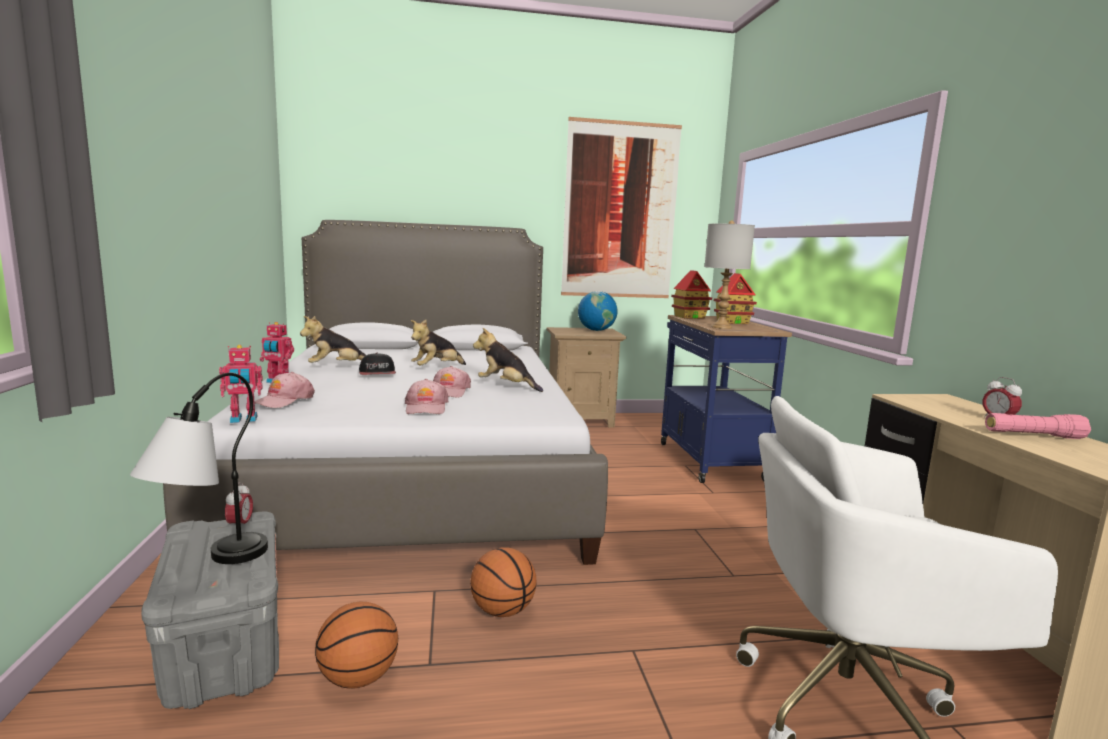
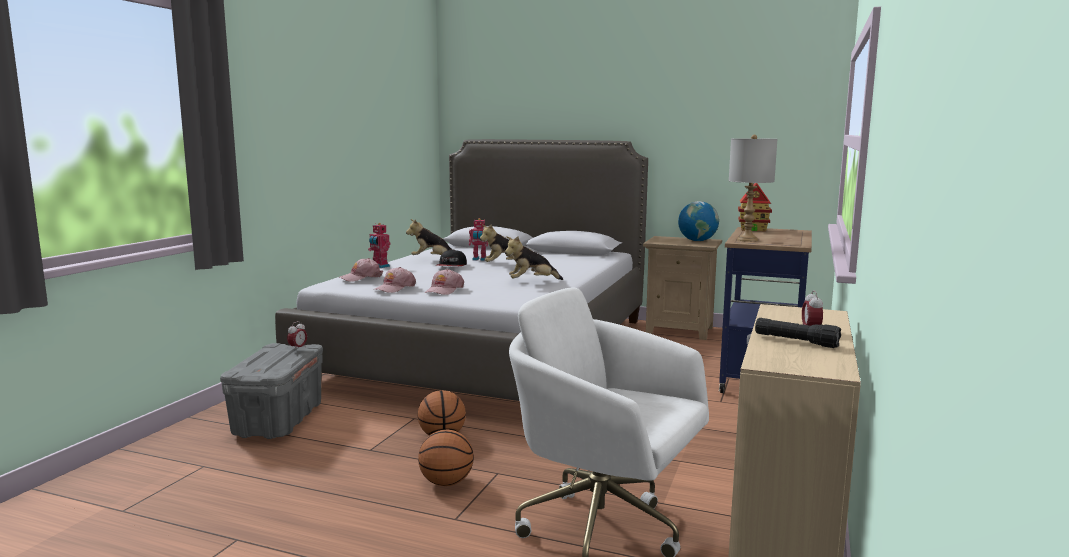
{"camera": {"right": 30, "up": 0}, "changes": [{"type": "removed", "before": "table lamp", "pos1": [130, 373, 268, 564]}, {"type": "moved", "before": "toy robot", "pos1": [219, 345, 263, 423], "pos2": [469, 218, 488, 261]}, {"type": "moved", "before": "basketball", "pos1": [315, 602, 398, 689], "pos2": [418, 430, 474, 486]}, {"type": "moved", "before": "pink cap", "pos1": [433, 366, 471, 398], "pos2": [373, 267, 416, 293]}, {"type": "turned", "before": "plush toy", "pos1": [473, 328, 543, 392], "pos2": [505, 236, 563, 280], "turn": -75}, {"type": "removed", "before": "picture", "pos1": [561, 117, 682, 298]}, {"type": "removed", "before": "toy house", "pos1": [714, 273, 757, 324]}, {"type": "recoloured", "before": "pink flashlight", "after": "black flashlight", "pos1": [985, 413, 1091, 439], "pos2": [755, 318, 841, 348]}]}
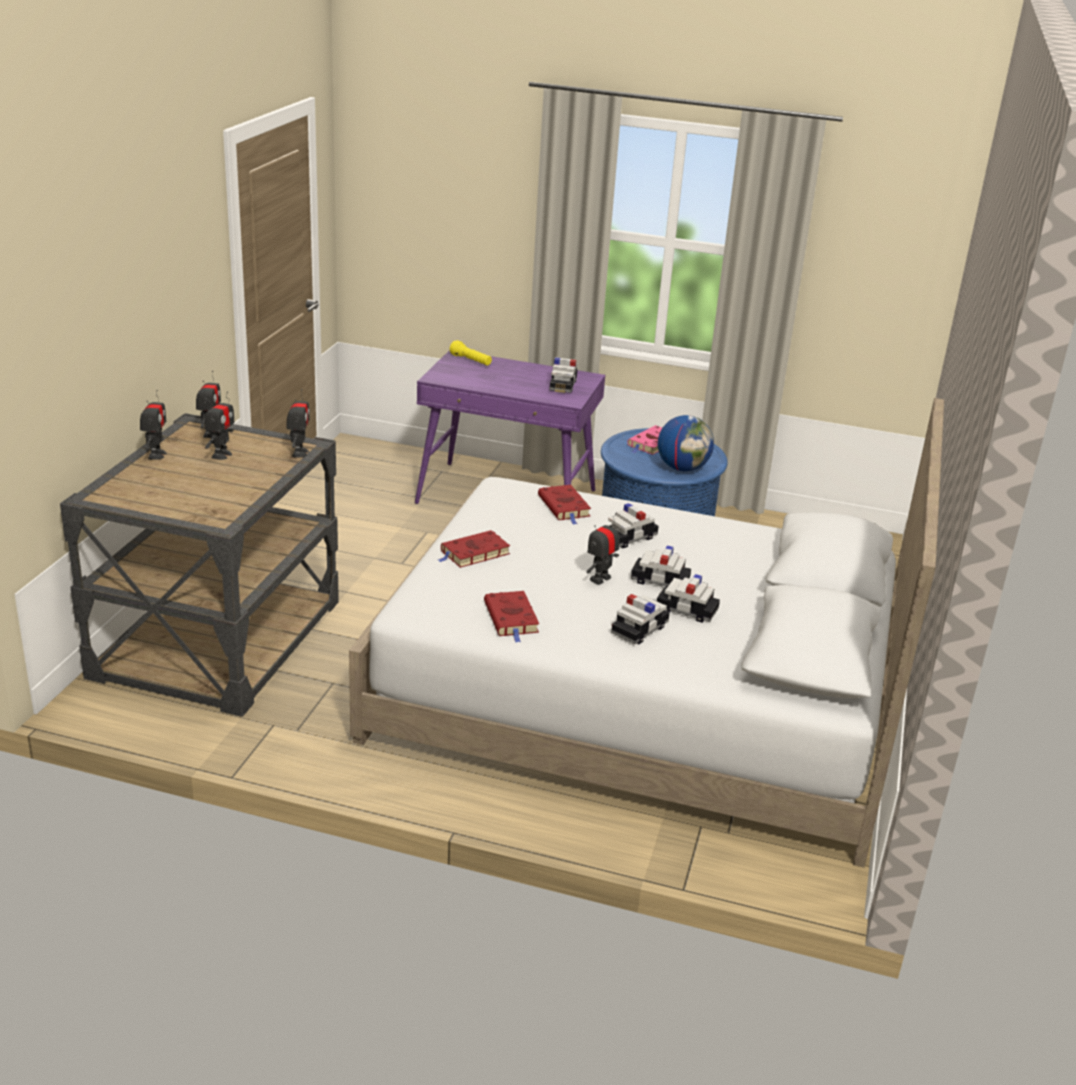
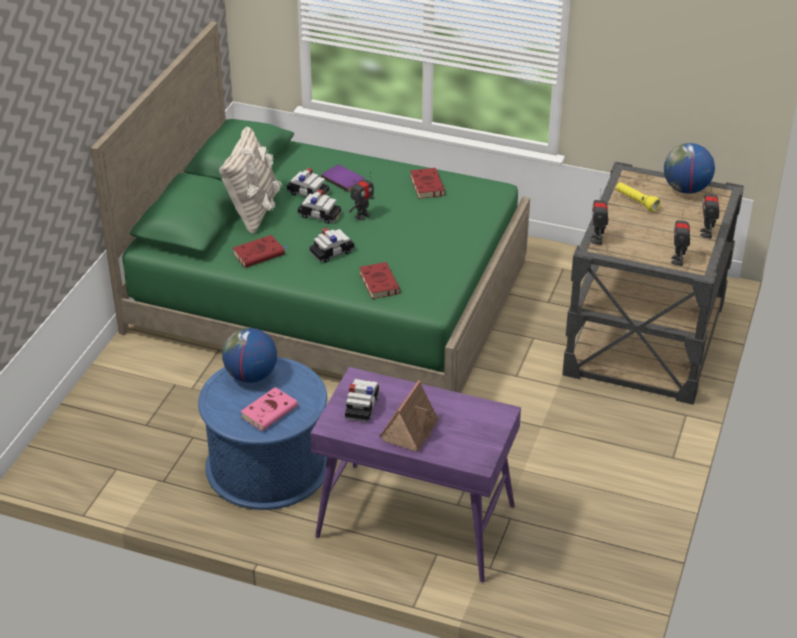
{"camera": {"right": -175, "up": 10}, "changes": [{"type": "removed", "before": "toy robot", "pos1": [204, 391, 234, 460]}, {"type": "recoloured", "before": "white bed", "after": "green bed", "pos1": [349, 398, 944, 867], "pos2": [91, 21, 530, 393]}, {"type": "moved", "before": "red book", "pos1": [439, 530, 510, 568], "pos2": [233, 235, 288, 268]}, {"type": "moved", "before": "yellow flashlight", "pos1": [450, 340, 492, 366], "pos2": [616, 182, 660, 212]}, {"type": "replaced", "before": "toy car", "after": "purple book", "pos1": [611, 594, 670, 644], "pos2": [321, 165, 365, 192]}, {"type": "added", "after": "beige pillow", "pos2": [219, 127, 282, 234]}, {"type": "added", "after": "toy house", "pos2": [379, 380, 439, 452]}, {"type": "added", "after": "globe", "pos2": [664, 143, 715, 194]}]}
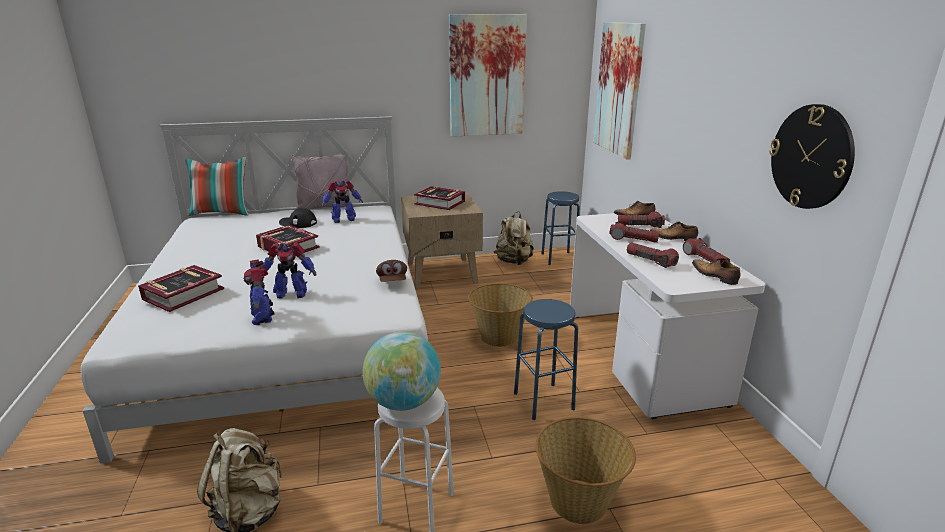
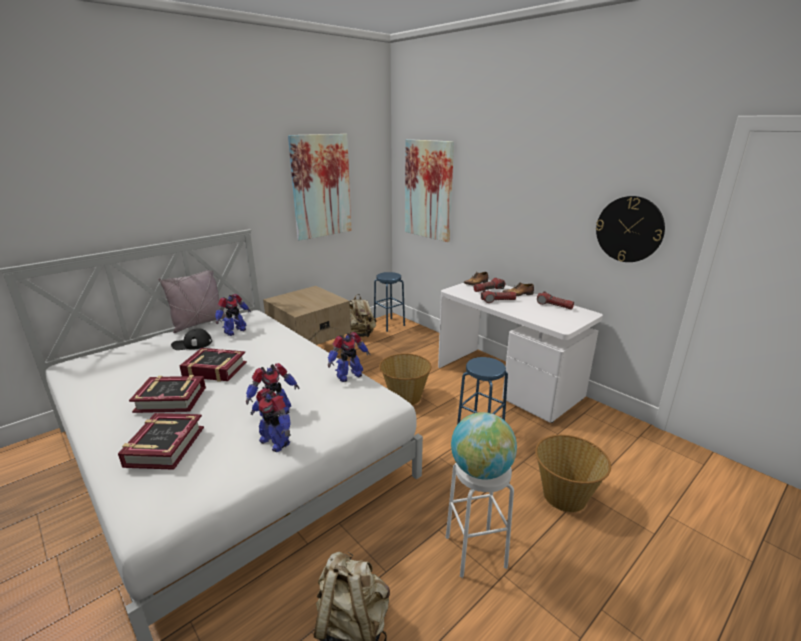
{"camera": {"right": -30, "up": 0}, "changes": [{"type": "removed", "before": "pillow", "pos1": [185, 157, 249, 216]}, {"type": "replaced", "before": "brown cap", "after": "toy robot", "pos1": [376, 260, 407, 282], "pos2": [328, 332, 370, 382]}, {"type": "moved", "before": "book", "pos1": [414, 186, 465, 210], "pos2": [129, 375, 206, 413]}, {"type": "removed", "before": "flashlight", "pos1": [627, 242, 679, 268]}, {"type": "removed", "before": "shoe", "pos1": [692, 258, 740, 285]}]}
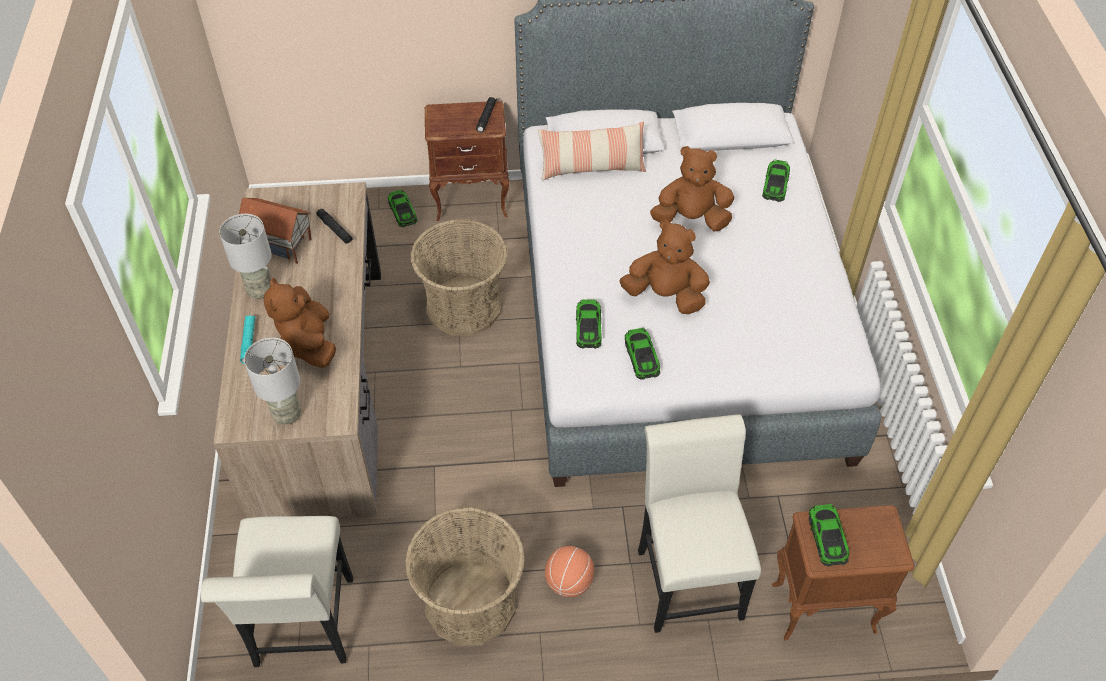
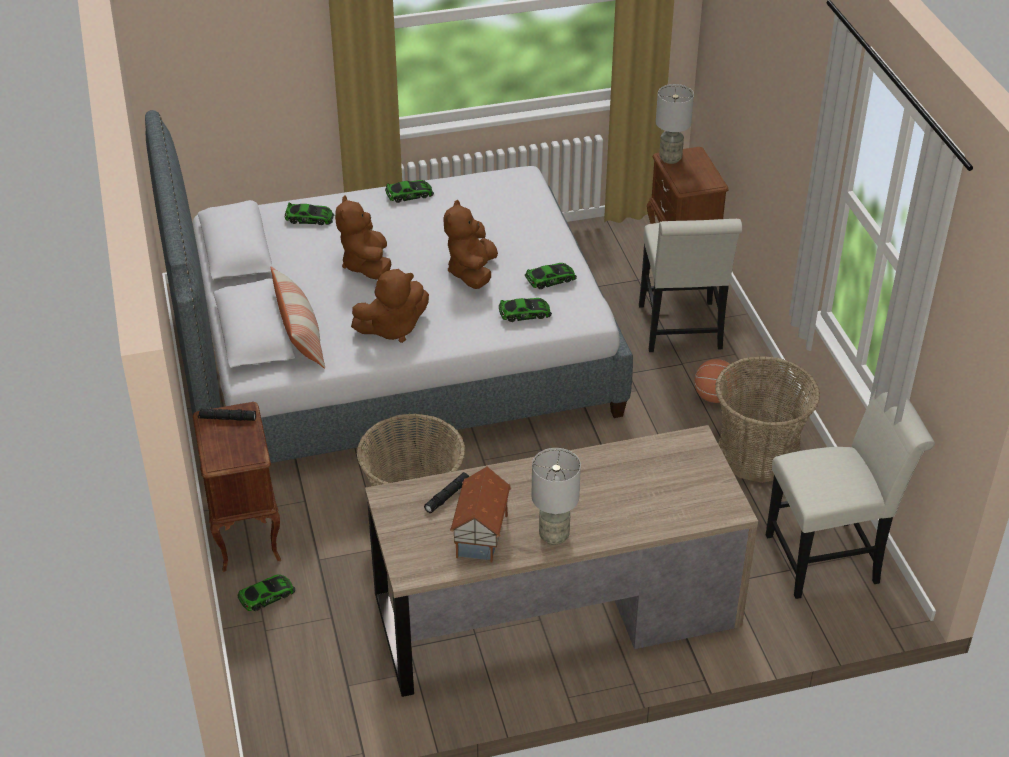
{"camera": {"right": -100, "up": -10}, "changes": [{"type": "removed", "before": "turquoise flashlight", "pos1": [240, 315, 255, 364]}, {"type": "moved", "before": "grey table lamp", "pos1": [244, 338, 301, 425], "pos2": [656, 84, 694, 164]}, {"type": "moved", "before": "brown plush toy", "pos1": [264, 278, 336, 368], "pos2": [351, 269, 429, 343]}, {"type": "turned", "before": "white chair", "pos1": [638, 414, 761, 633], "pos2": [639, 219, 742, 352], "turn": -75}, {"type": "moved", "before": "toy car", "pos1": [809, 504, 849, 567], "pos2": [385, 180, 434, 203]}]}
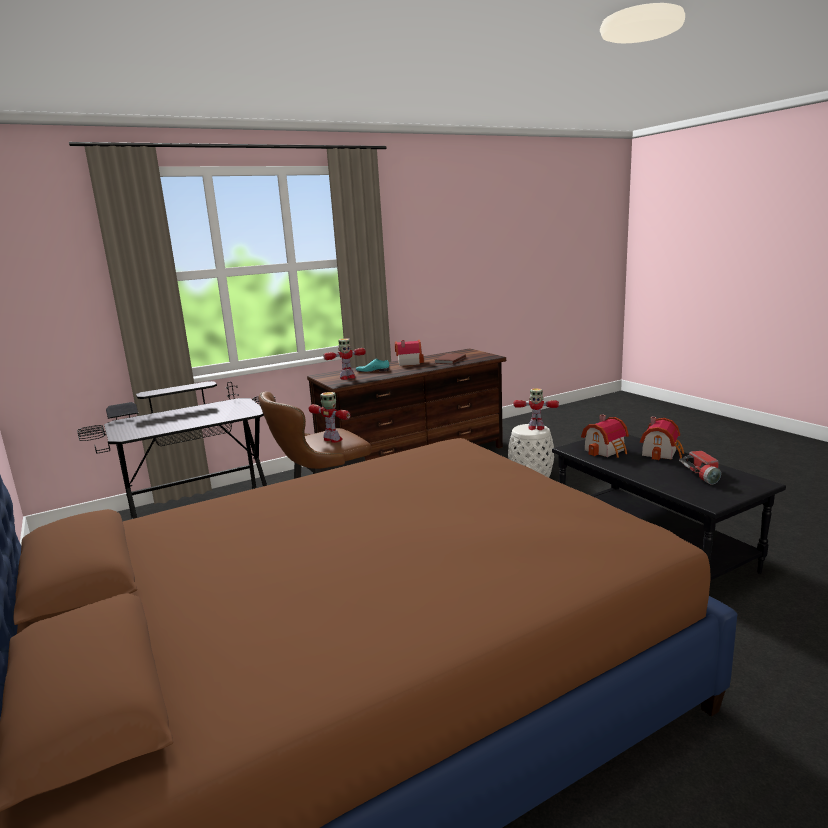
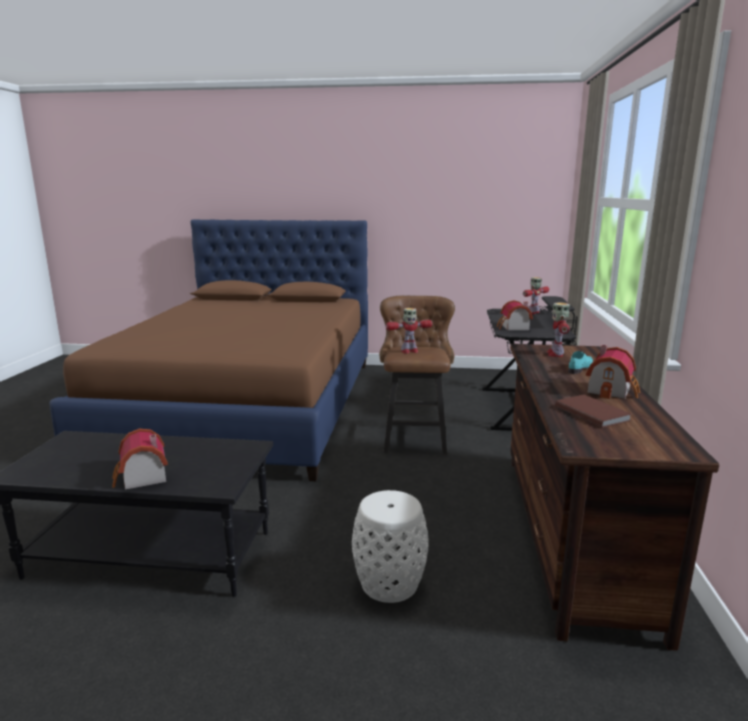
{"camera": {"right": 125, "up": 0}, "changes": [{"type": "moved", "before": "toy robot", "pos1": [514, 388, 559, 430], "pos2": [523, 277, 549, 314]}, {"type": "moved", "before": "toy house", "pos1": [581, 414, 629, 458], "pos2": [497, 300, 533, 330]}, {"type": "removed", "before": "flashlight", "pos1": [679, 451, 721, 484]}]}
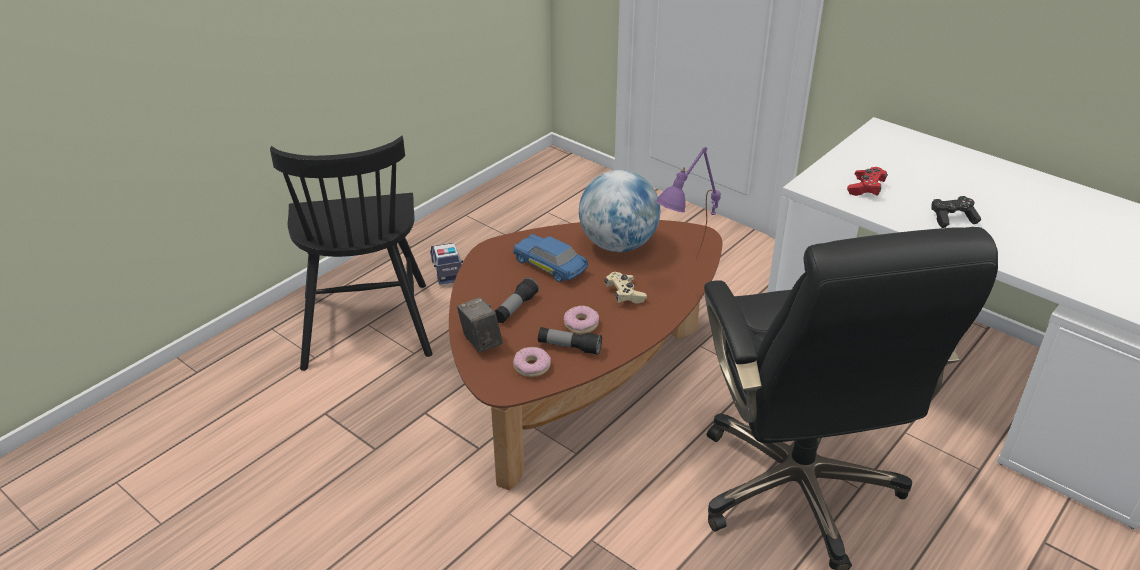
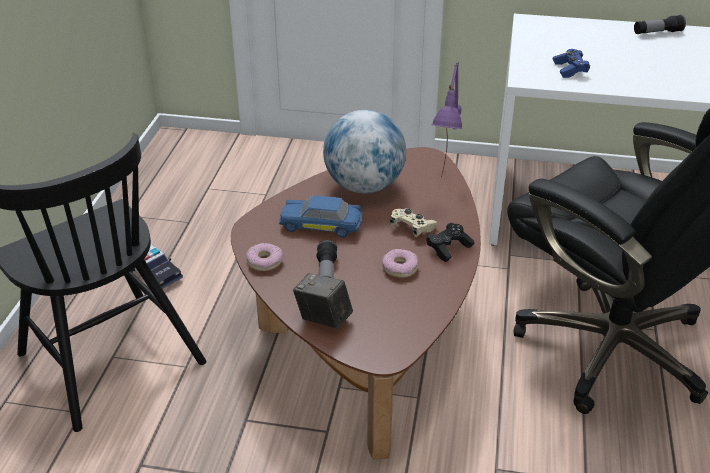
{"camera": {"right": -30, "up": 0}, "changes": [{"type": "moved", "before": "donut", "pos1": [513, 347, 551, 377], "pos2": [246, 243, 283, 271]}, {"type": "moved", "before": "flashlight", "pos1": [538, 327, 602, 355], "pos2": [634, 15, 686, 34]}, {"type": "recoloured", "before": "red game controller", "after": "blue game controller", "pos1": [847, 167, 888, 196], "pos2": [553, 49, 590, 78]}, {"type": "moved", "before": "black game controller", "pos1": [932, 196, 981, 228], "pos2": [426, 223, 475, 262]}]}
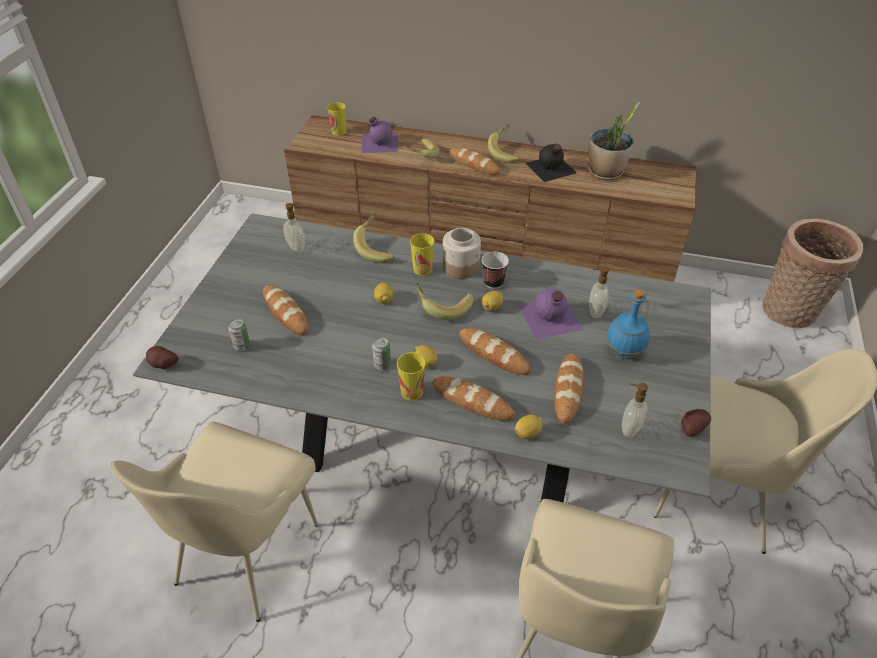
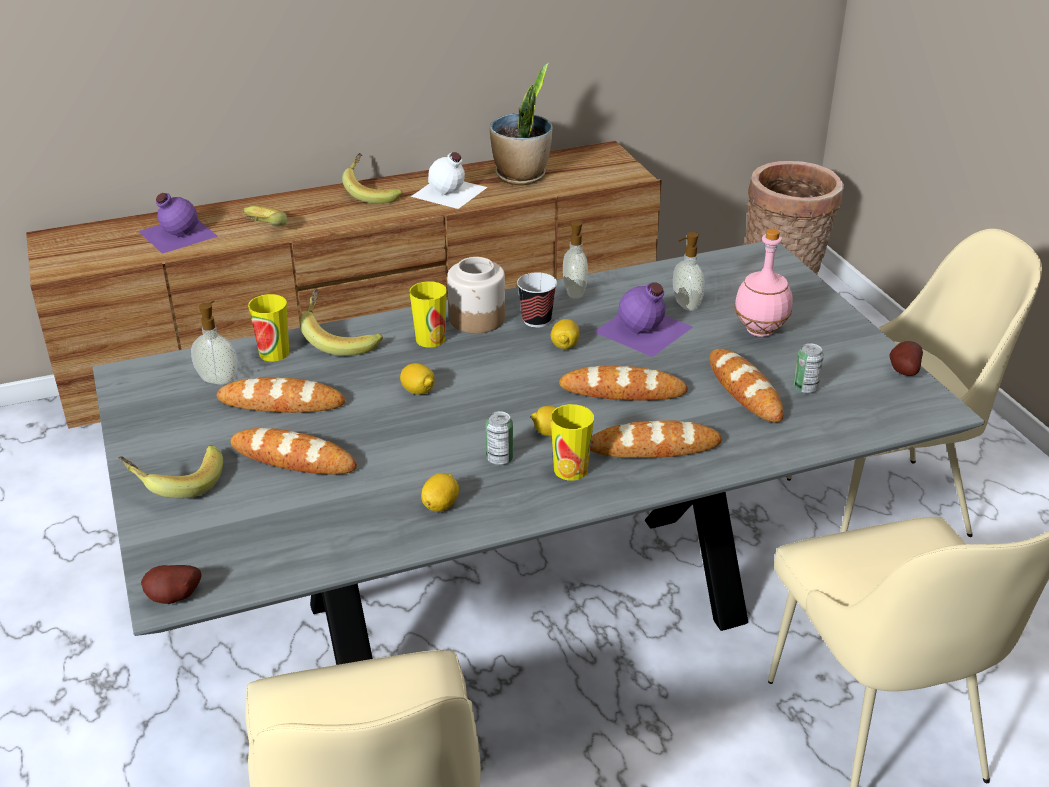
{"camera": {"right": -35, "up": -10}, "changes": [{"type": "moved", "before": "can", "pos1": [228, 319, 250, 351], "pos2": [793, 343, 824, 394]}, {"type": "moved", "before": "cup", "pos1": [327, 102, 346, 136], "pos2": [248, 294, 289, 361]}, {"type": "moved", "before": "banana", "pos1": [416, 283, 474, 320], "pos2": [118, 445, 223, 499]}, {"type": "moved", "before": "bread", "pos1": [450, 147, 501, 175], "pos2": [217, 377, 345, 413]}, {"type": "moved", "before": "lemon", "pos1": [515, 415, 542, 439], "pos2": [421, 473, 459, 512]}, {"type": "recoloured", "before": "black bottle", "after": "white bottle", "pos1": [525, 144, 577, 182], "pos2": [411, 152, 487, 209]}, {"type": "recoloured", "before": "blue bottle", "after": "pink bottle", "pos1": [606, 289, 650, 359], "pos2": [734, 229, 793, 337]}, {"type": "moved", "before": "soap dispenser", "pos1": [622, 383, 648, 438], "pos2": [561, 221, 588, 299]}]}
